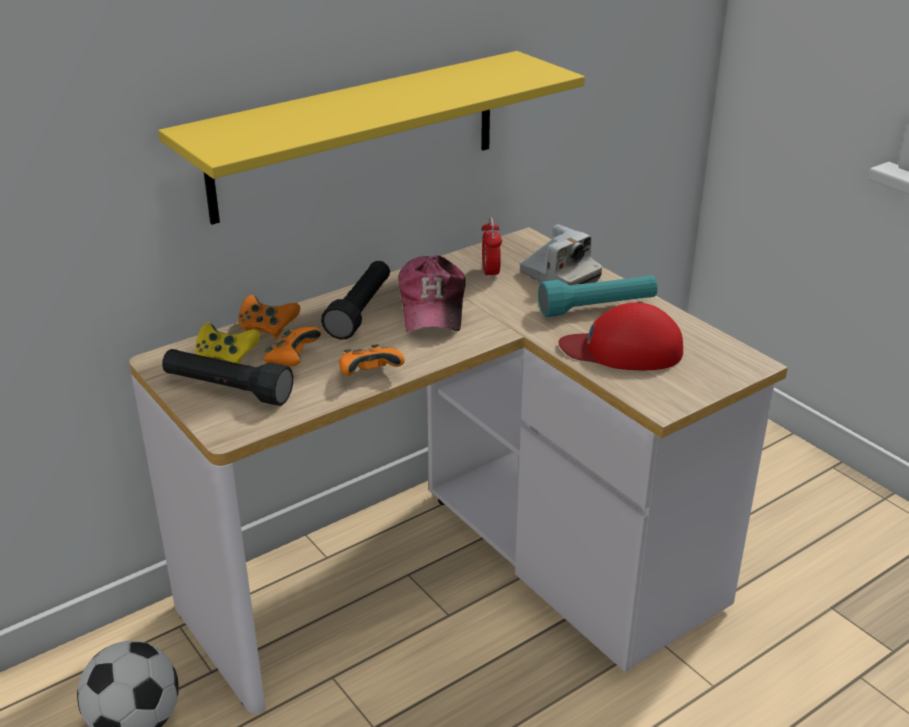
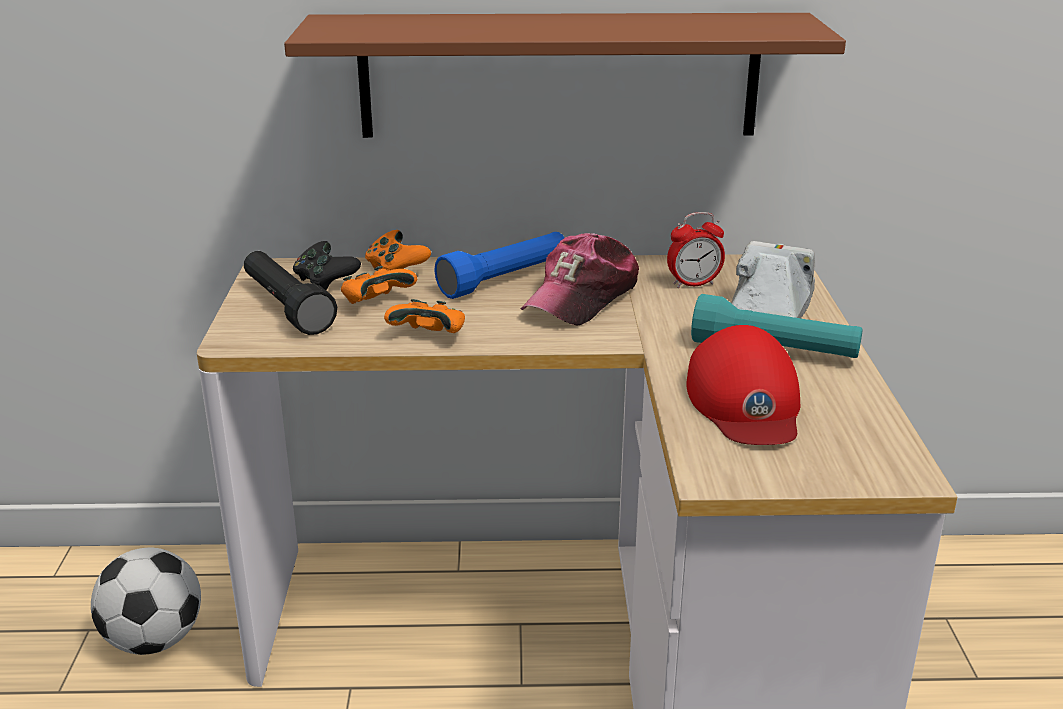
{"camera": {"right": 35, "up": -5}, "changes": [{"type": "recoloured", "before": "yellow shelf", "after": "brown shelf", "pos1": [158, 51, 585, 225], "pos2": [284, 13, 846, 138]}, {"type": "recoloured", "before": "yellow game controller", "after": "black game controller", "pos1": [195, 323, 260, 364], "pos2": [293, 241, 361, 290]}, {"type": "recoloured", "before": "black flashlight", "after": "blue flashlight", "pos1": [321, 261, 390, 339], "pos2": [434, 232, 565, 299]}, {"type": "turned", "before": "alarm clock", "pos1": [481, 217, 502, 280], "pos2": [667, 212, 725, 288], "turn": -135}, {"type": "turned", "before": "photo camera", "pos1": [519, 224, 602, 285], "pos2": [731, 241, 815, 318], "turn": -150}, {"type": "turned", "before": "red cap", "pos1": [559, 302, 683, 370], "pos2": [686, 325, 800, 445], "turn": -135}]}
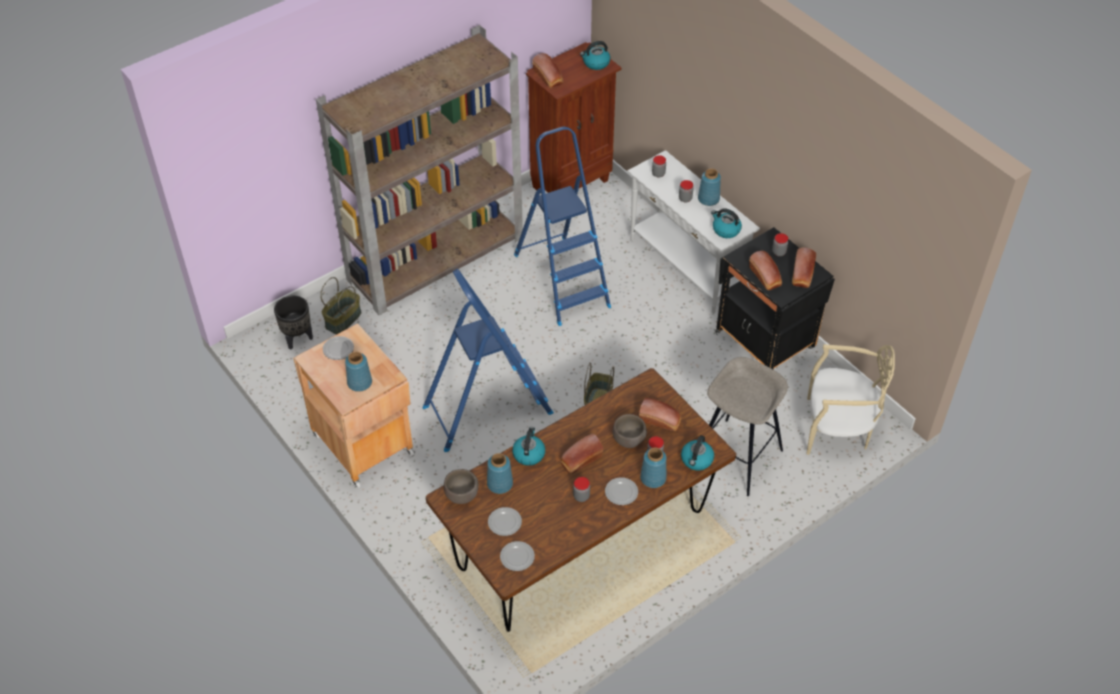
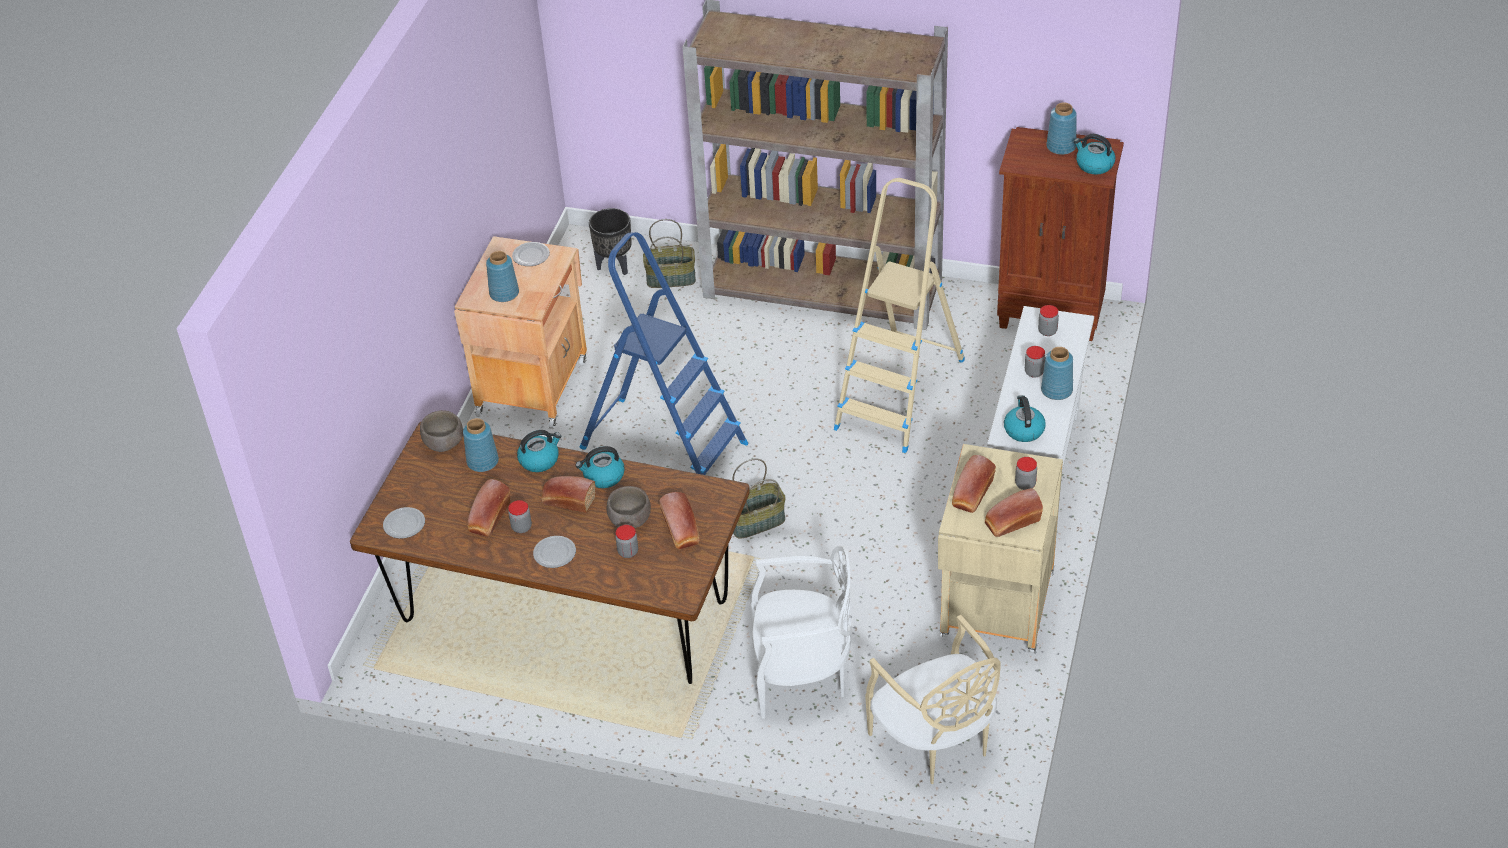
{"camera": {"right": 55, "up": -5}, "changes": [{"type": "removed", "before": "plate", "pos1": [488, 507, 522, 536]}, {"type": "recoloured", "before": "blue step ladder", "after": "beige step ladder", "pos1": [514, 127, 611, 326], "pos2": [834, 178, 965, 453]}, {"type": "moved", "before": "bread", "pos1": [532, 53, 563, 88], "pos2": [468, 479, 510, 537]}, {"type": "moved", "before": "blue vase", "pos1": [640, 447, 667, 488], "pos2": [1046, 103, 1077, 155]}, {"type": "moved", "before": "kettle", "pos1": [681, 435, 714, 470], "pos2": [575, 446, 625, 488]}, {"type": "replaced", "before": "grey stool", "after": "white chair", "pos1": [707, 357, 788, 496], "pos2": [751, 546, 851, 719]}, {"type": "recoloured", "before": "black cart", "after": "beige cart", "pos1": [714, 227, 835, 369], "pos2": [938, 444, 1063, 654]}]}
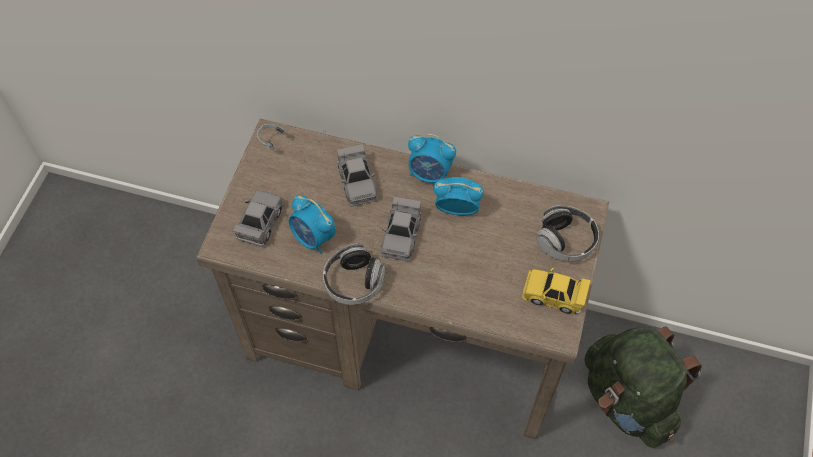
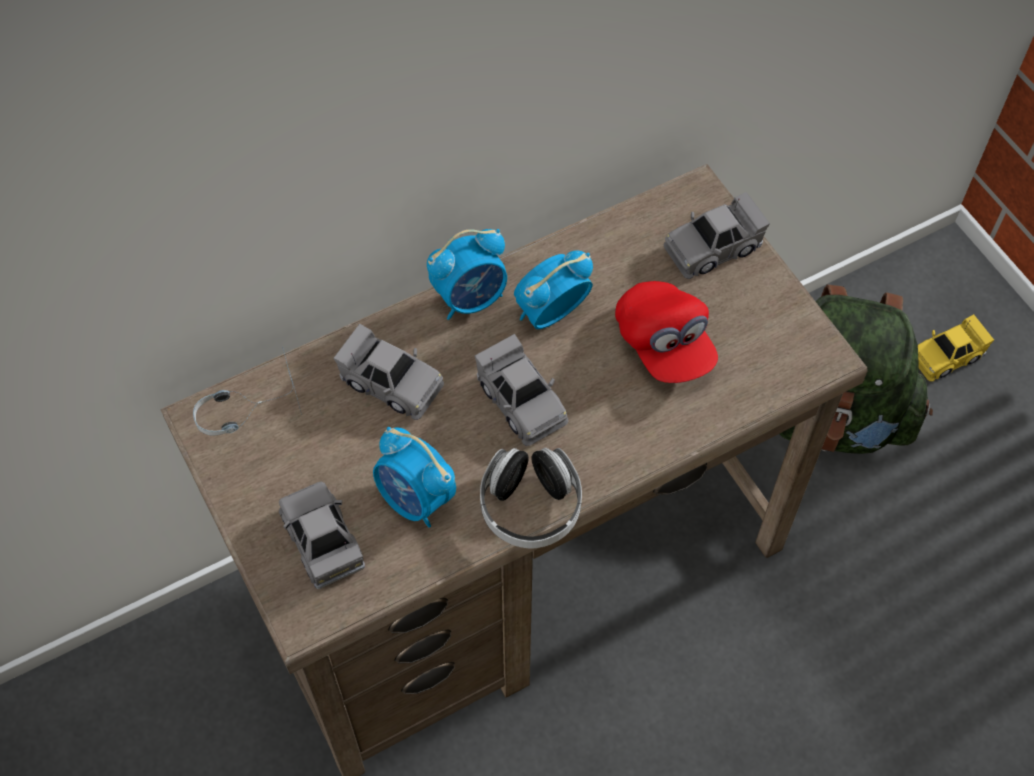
{"camera": {"right": -45, "up": 0}, "changes": [{"type": "turned", "before": "alarm clock", "pos1": [289, 195, 335, 253], "pos2": [373, 427, 456, 528], "turn": 45}, {"type": "moved", "before": "yellow toy car", "pos1": [522, 268, 591, 315], "pos2": [918, 314, 994, 382]}, {"type": "replaced", "before": "headphones", "after": "grey toy car", "pos1": [536, 205, 599, 261], "pos2": [664, 192, 770, 279]}, {"type": "added", "after": "red cap", "pos2": [615, 281, 718, 383]}]}
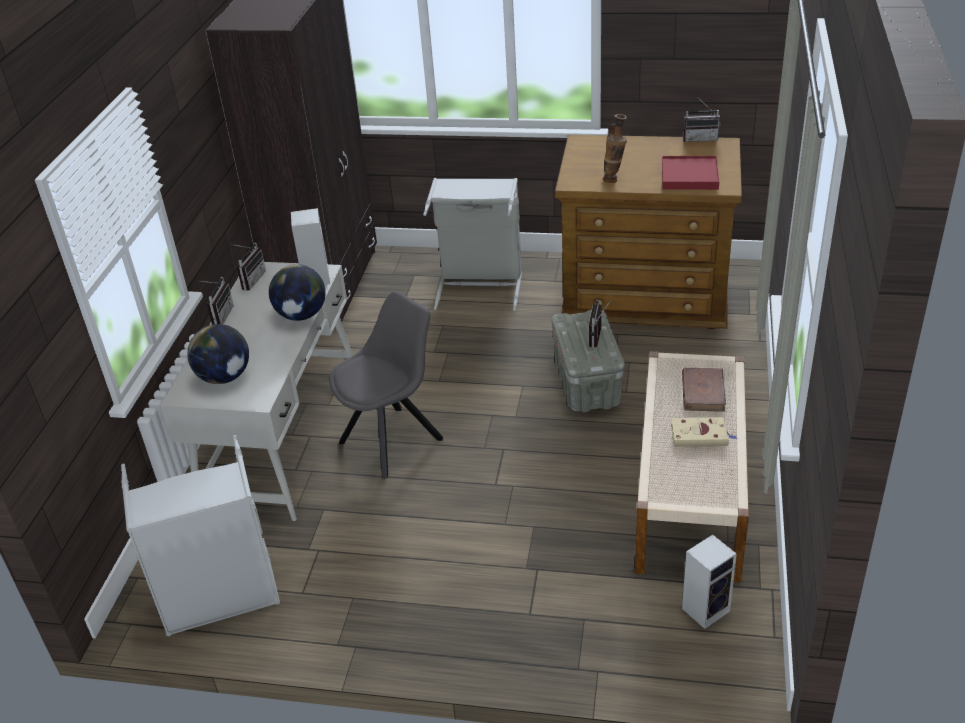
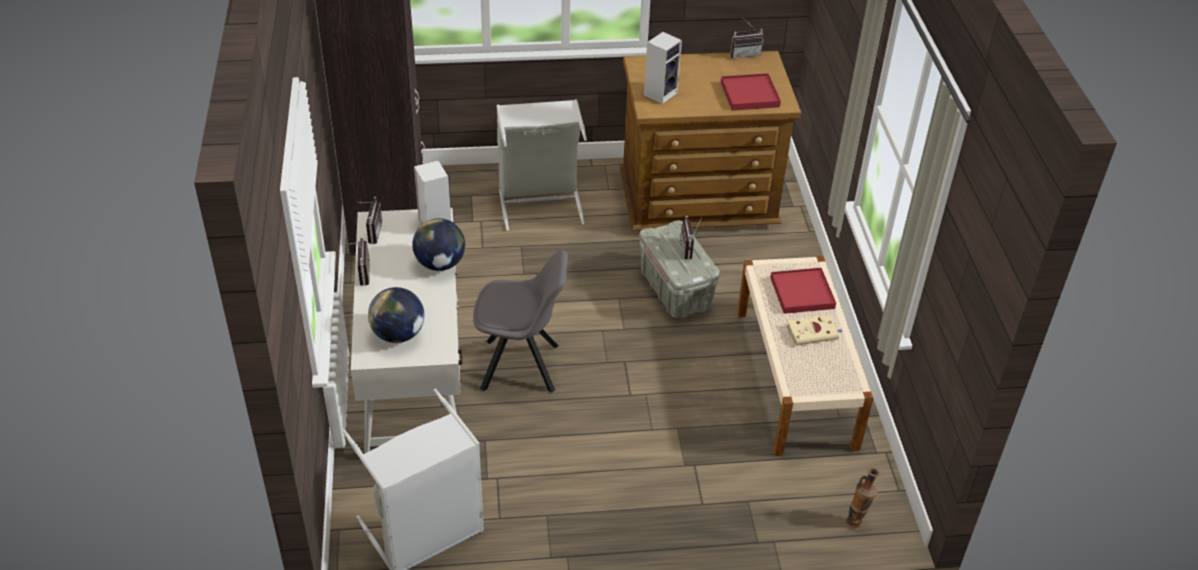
{"camera": {"right": -20, "up": 5}, "changes": [{"type": "turned", "before": "grey chair", "pos1": [329, 291, 443, 478], "pos2": [473, 250, 568, 393], "turn": 60}, {"type": "moved", "before": "vase", "pos1": [603, 114, 627, 183], "pos2": [846, 467, 880, 528]}, {"type": "replaced", "before": "brown book", "after": "red tray", "pos1": [682, 368, 726, 412], "pos2": [770, 268, 836, 314]}, {"type": "moved", "before": "speaker", "pos1": [682, 535, 737, 629], "pos2": [644, 32, 682, 104]}]}
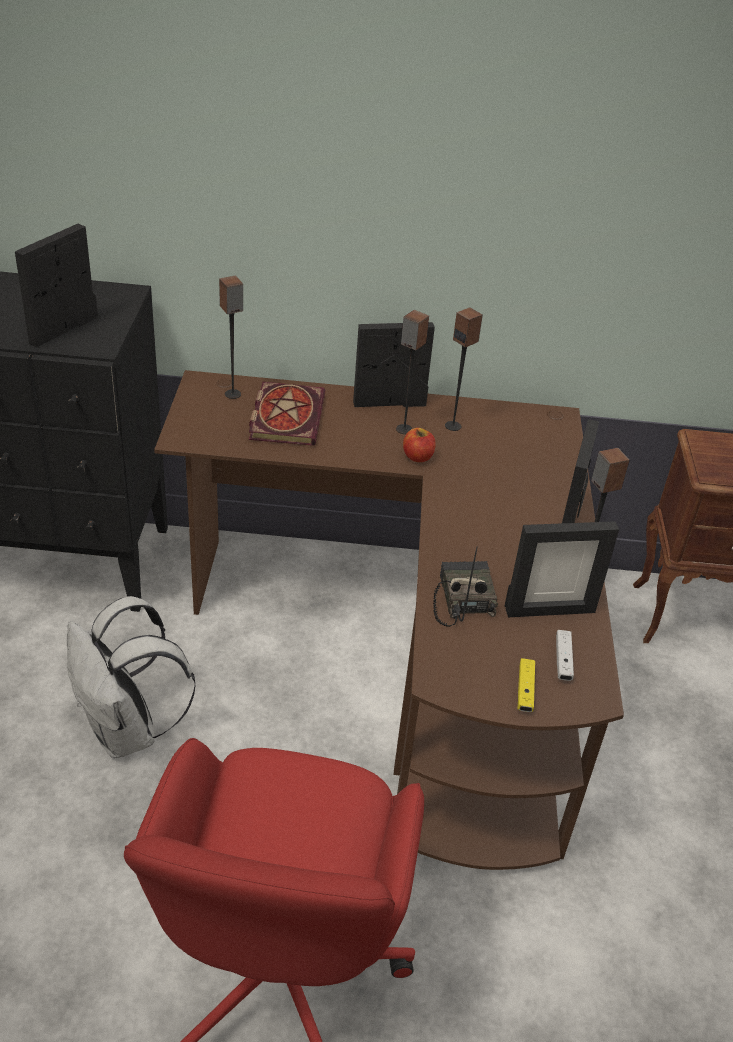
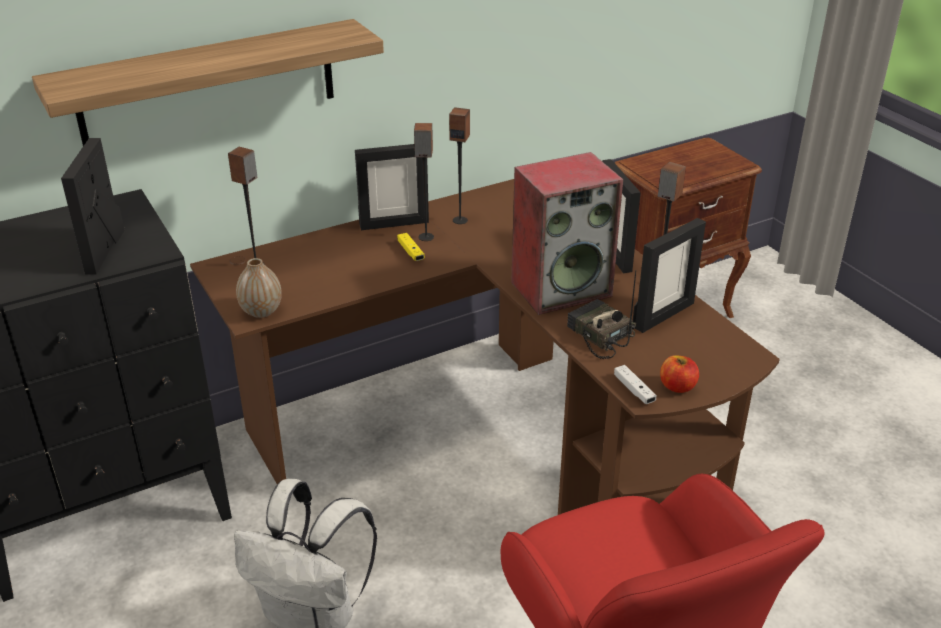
{"camera": {"right": -30, "up": -5}, "changes": [{"type": "removed", "before": "book", "pos1": [249, 382, 325, 446]}, {"type": "turned", "before": "picture frame", "pos1": [353, 322, 435, 407], "pos2": [355, 144, 429, 230], "turn": -150}, {"type": "moved", "before": "apple", "pos1": [403, 428, 435, 462], "pos2": [660, 356, 699, 393]}, {"type": "moved", "before": "yellow game controller", "pos1": [518, 658, 535, 712], "pos2": [397, 233, 425, 261]}, {"type": "moved", "before": "white game controller", "pos1": [556, 630, 574, 681], "pos2": [614, 365, 656, 404]}, {"type": "added", "after": "shelf", "pos2": [32, 19, 384, 146]}, {"type": "added", "after": "vase", "pos2": [236, 258, 282, 318]}, {"type": "added", "after": "speaker", "pos2": [511, 152, 623, 315]}]}
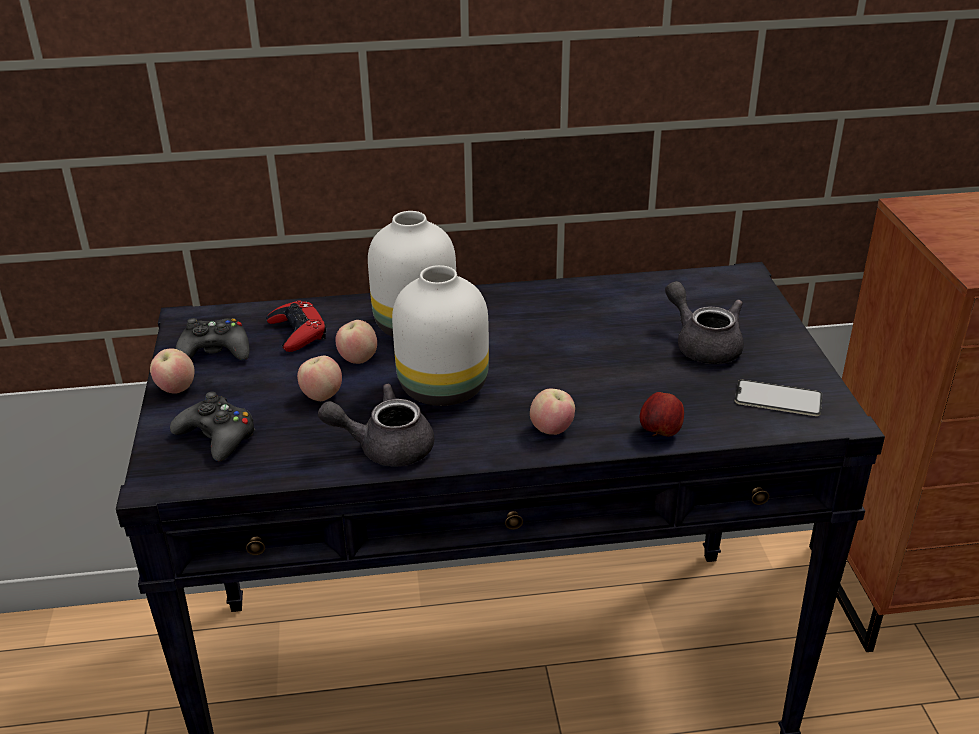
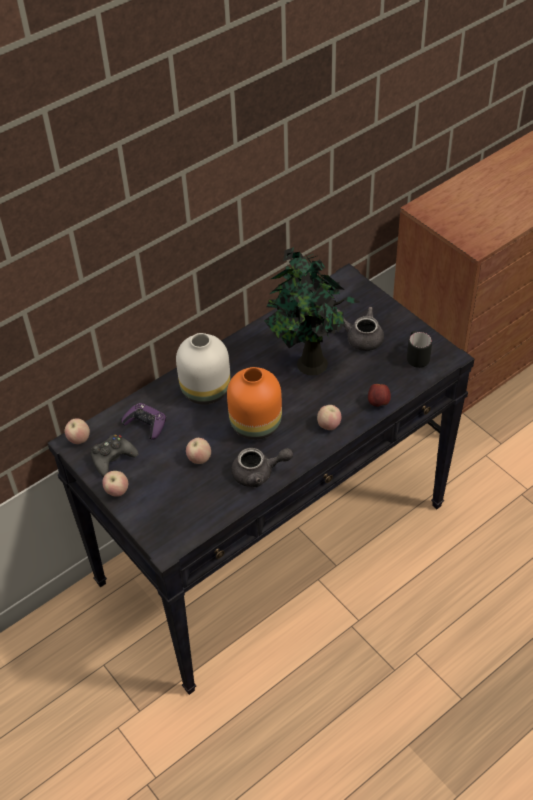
{"camera": {"right": -30, "up": 15}, "changes": [{"type": "removed", "before": "black game controller", "pos1": [170, 392, 256, 461]}, {"type": "recoloured", "before": "red game controller", "after": "purple game controller", "pos1": [266, 300, 326, 352], "pos2": [121, 403, 166, 440]}, {"type": "turned", "before": "grey teapot", "pos1": [318, 384, 434, 466], "pos2": [231, 448, 293, 487], "turn": -150}, {"type": "moved", "before": "apple", "pos1": [335, 320, 377, 364], "pos2": [65, 418, 90, 444]}, {"type": "recoloured", "before": "white vase", "after": "orange vase", "pos1": [392, 265, 489, 406], "pos2": [227, 367, 282, 440]}, {"type": "replaced", "before": "phone", "after": "black mug", "pos1": [735, 380, 822, 416], "pos2": [407, 331, 432, 368]}, {"type": "added", "after": "potted plant", "pos2": [264, 247, 360, 376]}]}
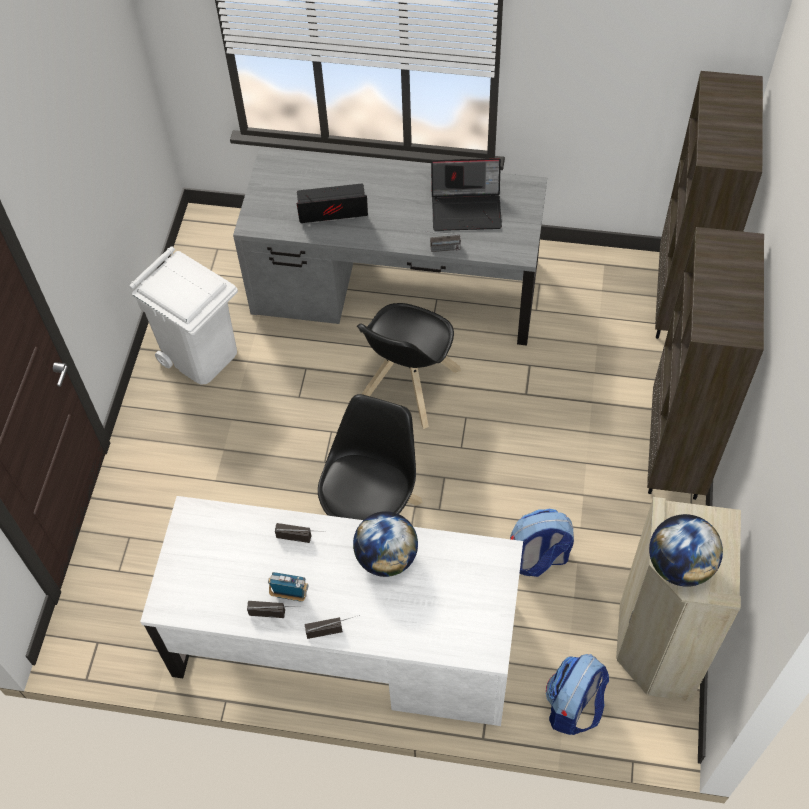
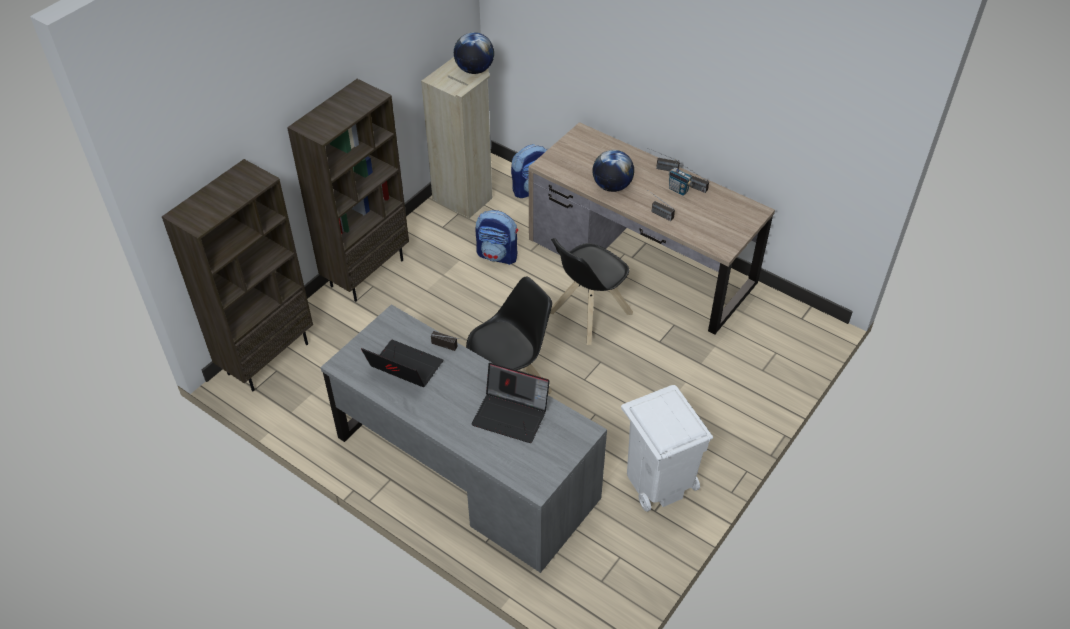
{"camera": {"right": -155, "up": -10}, "changes": [{"type": "recoloured", "before": "white desk", "after": "brown desk", "pos1": [140, 496, 523, 726], "pos2": [528, 122, 775, 334]}]}
